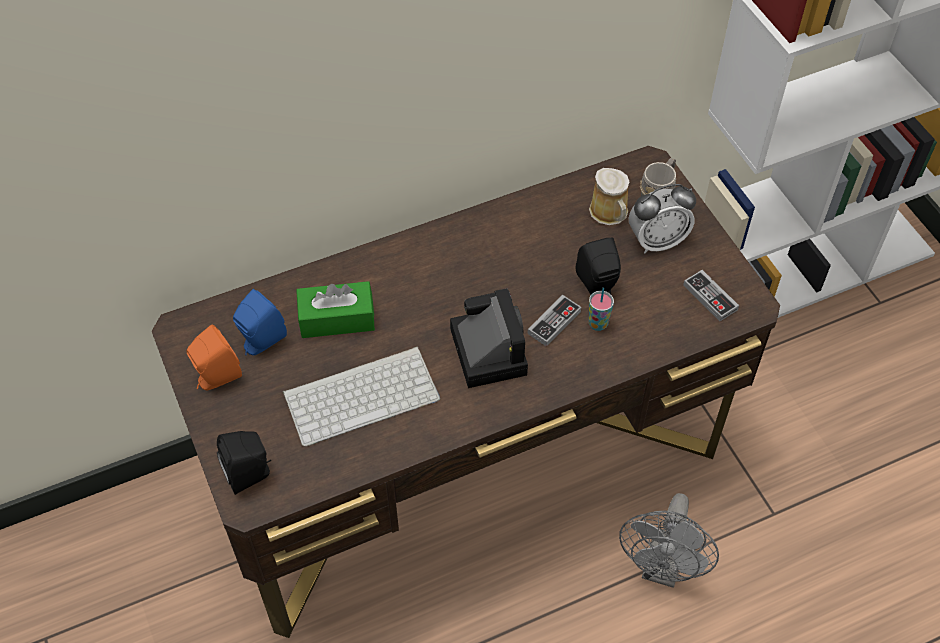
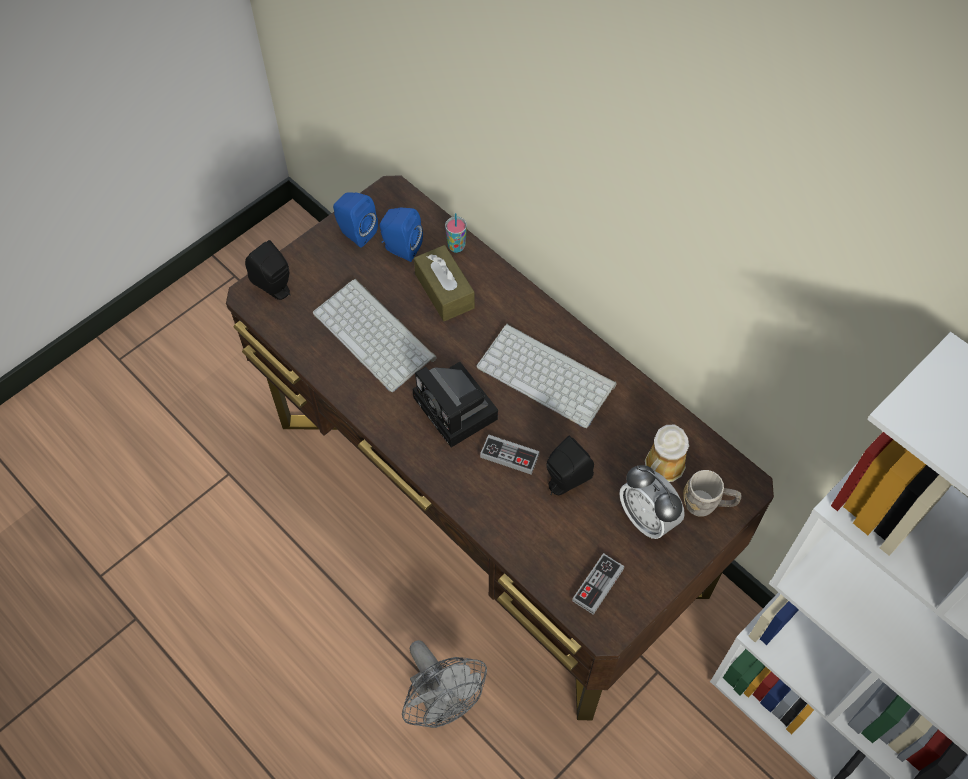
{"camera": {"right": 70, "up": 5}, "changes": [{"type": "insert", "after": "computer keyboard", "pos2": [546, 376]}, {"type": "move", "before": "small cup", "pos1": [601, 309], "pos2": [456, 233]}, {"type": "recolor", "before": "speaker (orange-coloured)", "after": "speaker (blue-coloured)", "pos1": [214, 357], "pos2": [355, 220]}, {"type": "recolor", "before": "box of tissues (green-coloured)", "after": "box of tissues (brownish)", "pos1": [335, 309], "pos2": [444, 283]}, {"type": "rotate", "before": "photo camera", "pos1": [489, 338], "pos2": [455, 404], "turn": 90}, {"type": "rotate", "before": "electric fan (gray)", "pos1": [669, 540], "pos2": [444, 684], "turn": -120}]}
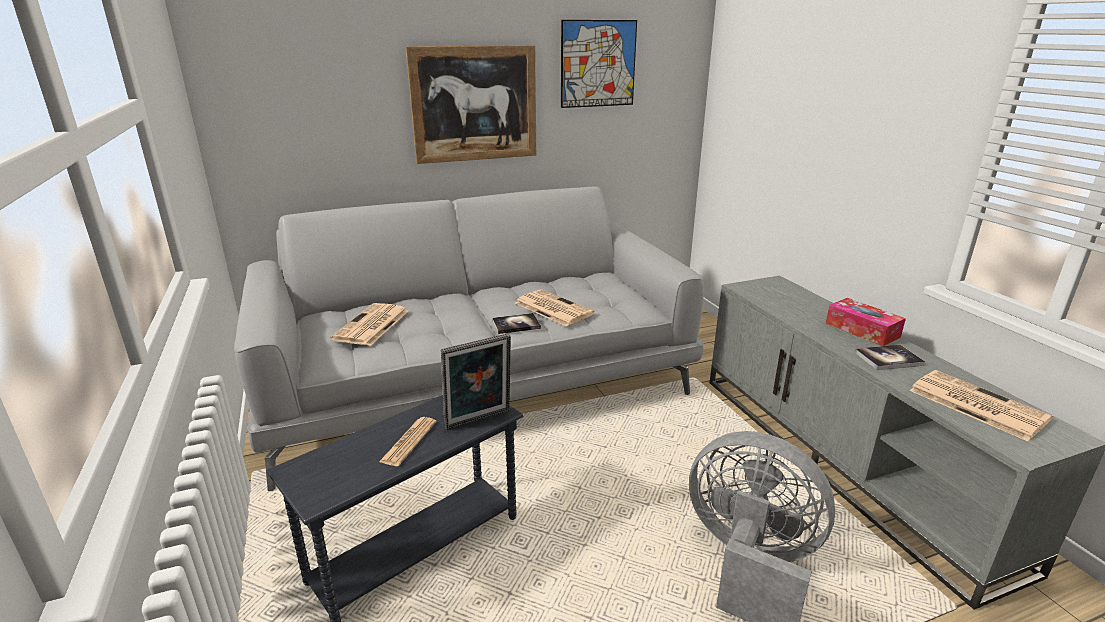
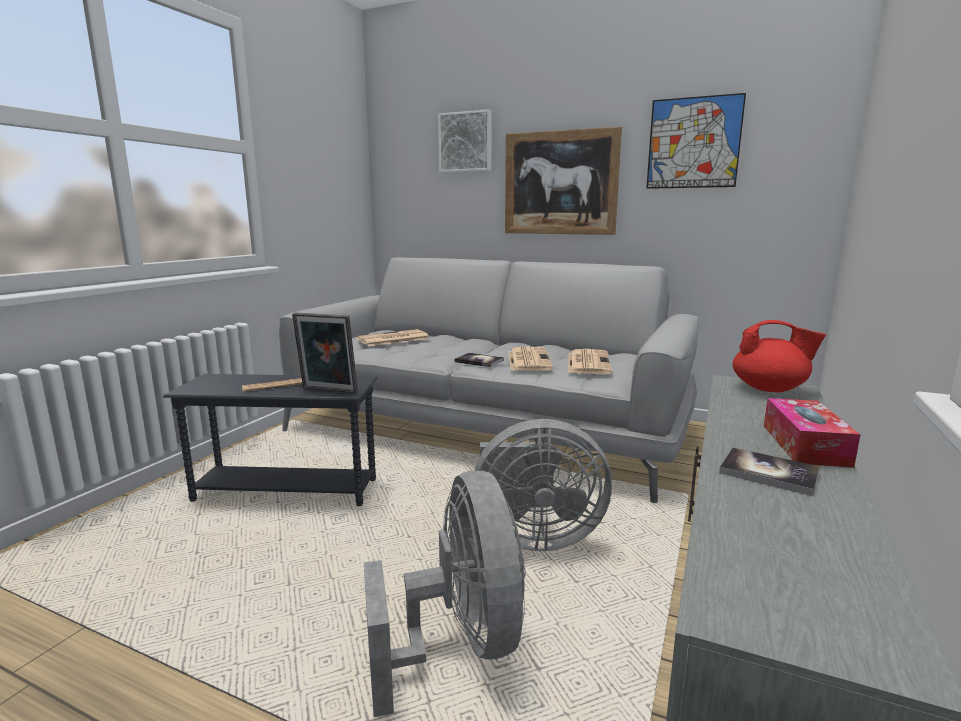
{"camera": {"right": 45, "up": -10}, "changes": [{"type": "insert", "after": "wall picture", "pos2": [465, 141]}, {"type": "insert", "after": "electric fan (gray)", "pos2": [543, 485]}, {"type": "insert", "after": "pot for tea (red)", "pos2": [779, 356]}, {"type": "move", "before": "newspaper", "pos1": [981, 405], "pos2": [590, 362]}]}
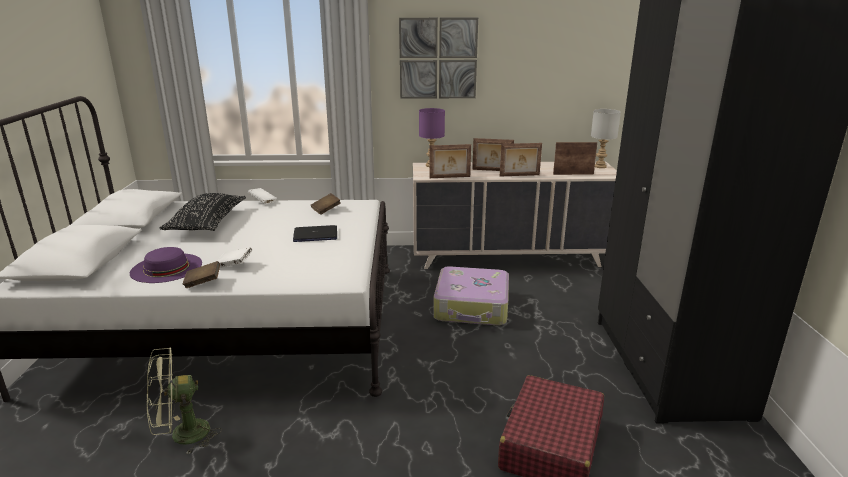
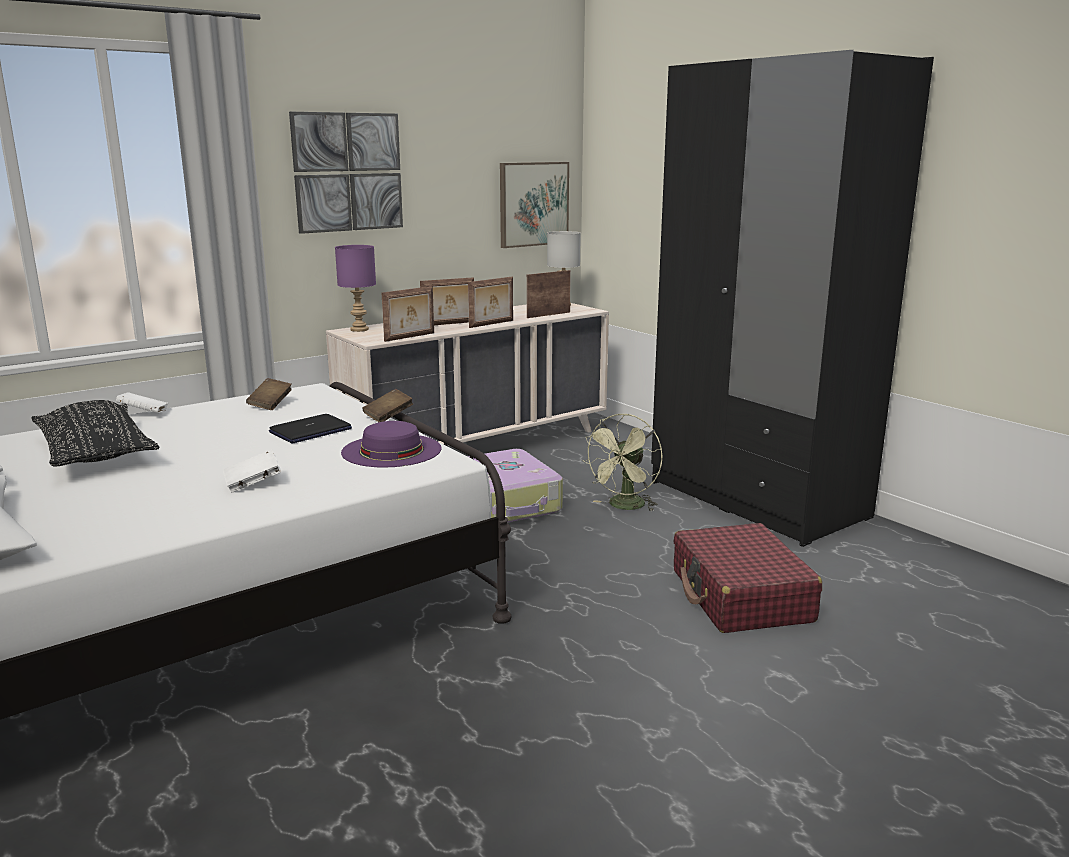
{"camera": {"right": -35, "up": -5}, "changes": [{"type": "insert", "after": "wall picture", "pos2": [534, 205]}, {"type": "move", "before": "clothing hat (purple-coloured)", "pos1": [166, 265], "pos2": [391, 444]}, {"type": "move", "before": "electric fan (green-coloured)", "pos1": [184, 400], "pos2": [622, 462]}, {"type": "move", "before": "bound book (brownish)", "pos1": [201, 274], "pos2": [387, 405]}]}
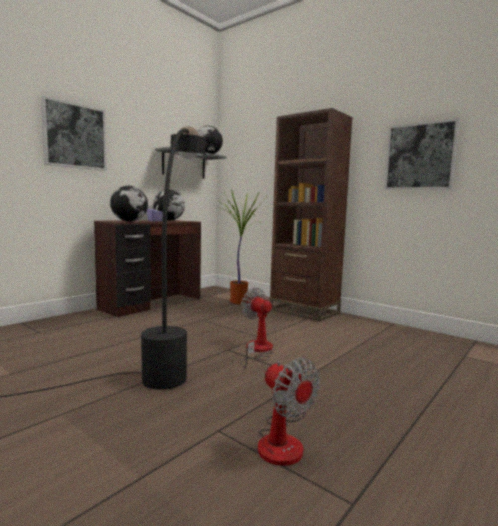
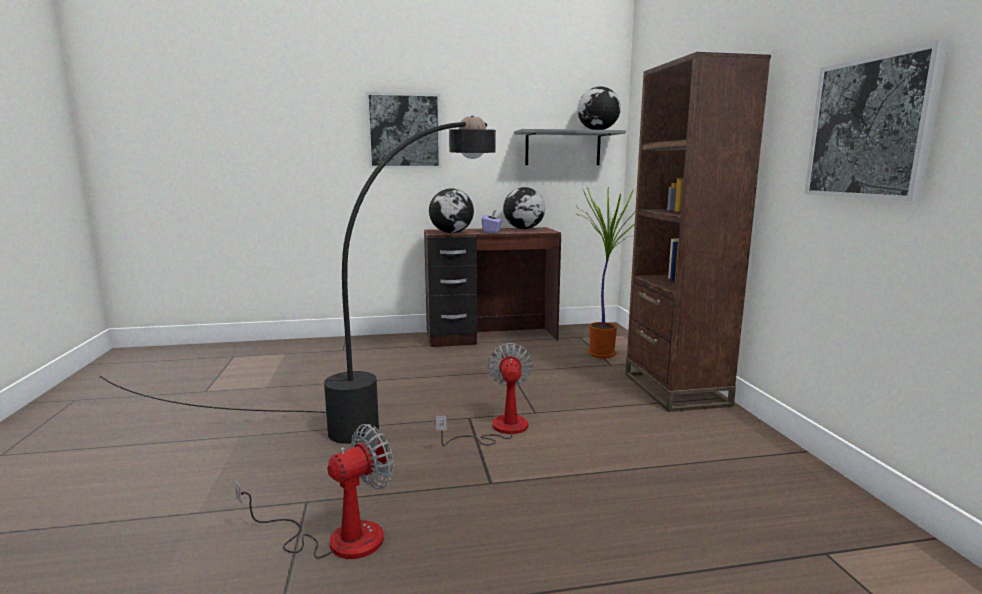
{"camera": {"right": 40, "up": 5}, "changes": [{"type": "rotate", "before": "electric fan", "pos1": [289, 412], "pos2": [314, 491], "turn": -135}]}
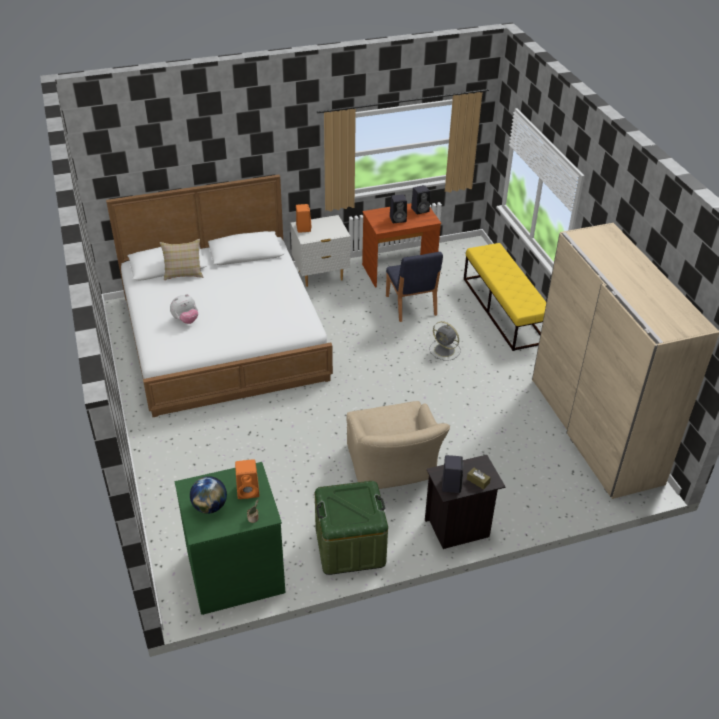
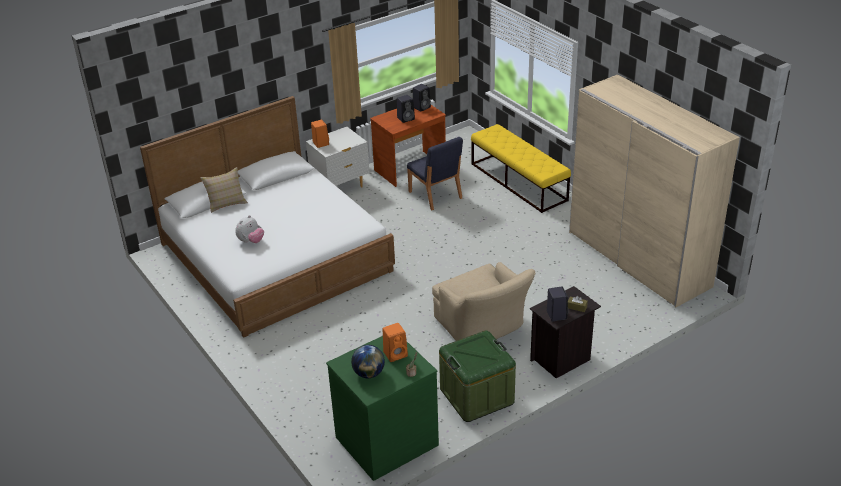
{"camera": {"right": -15, "up": -5}, "changes": [{"type": "delete", "before": "electric fan (gray)", "pos1": [445, 340]}]}
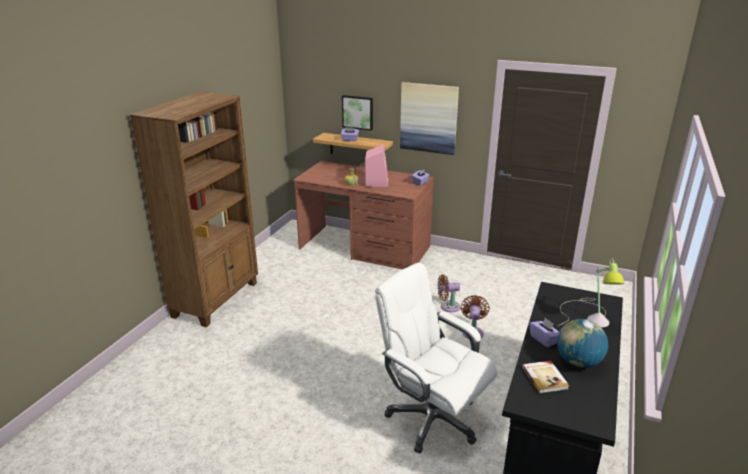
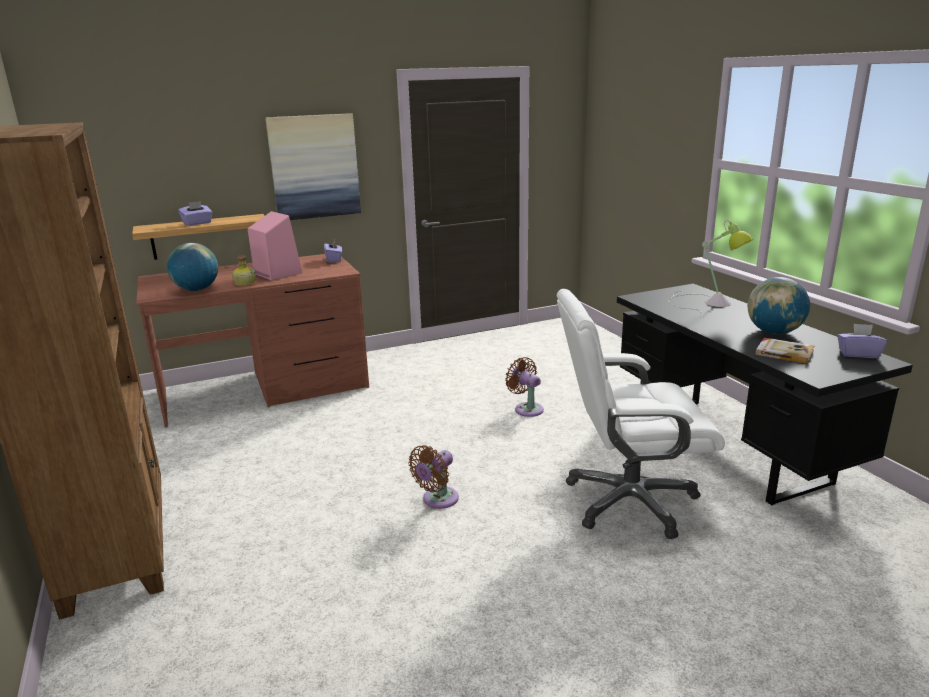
{"camera": {"right": -45, "up": -5}, "changes": [{"type": "delete", "before": "wall picture", "pos1": [357, 113]}, {"type": "insert", "after": "world globe", "pos2": [192, 267]}, {"type": "move", "before": "electric fan (brownish)", "pos1": [449, 293], "pos2": [433, 477]}, {"type": "move", "before": "box of tissues (purple-coloured)", "pos1": [544, 332], "pos2": [862, 341]}]}
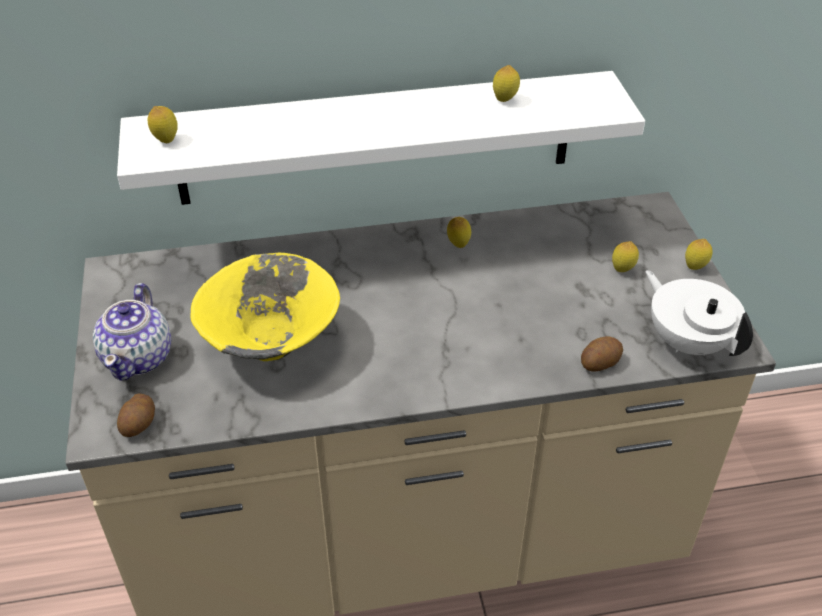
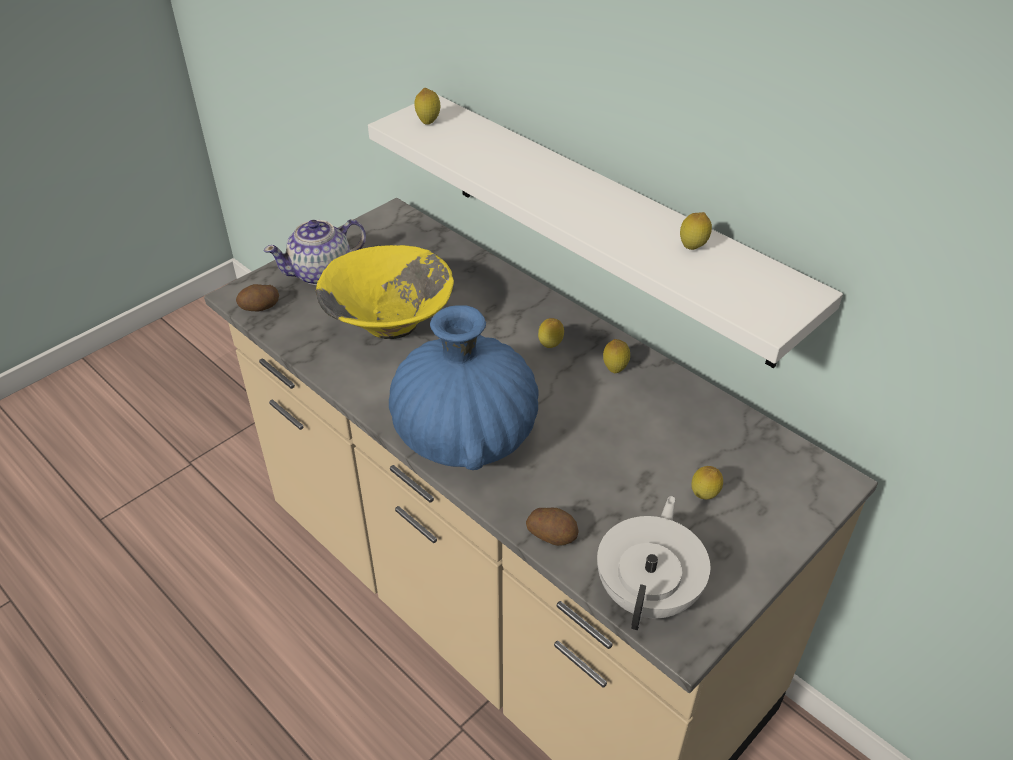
{"camera": {"right": 55, "up": 0}, "changes": [{"type": "insert", "after": "flower vase (blue-coloured)", "pos2": [464, 388]}, {"type": "move", "before": "lemon", "pos1": [699, 254], "pos2": [551, 333]}]}
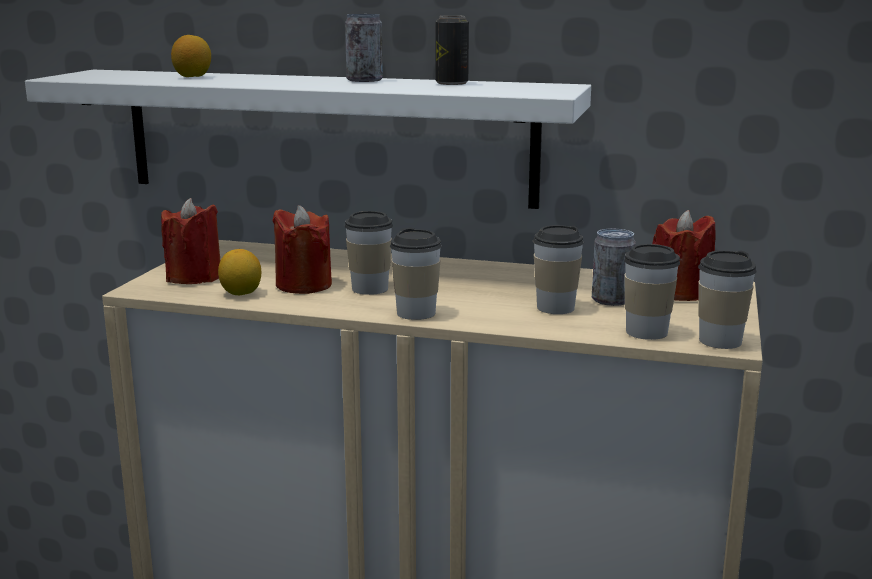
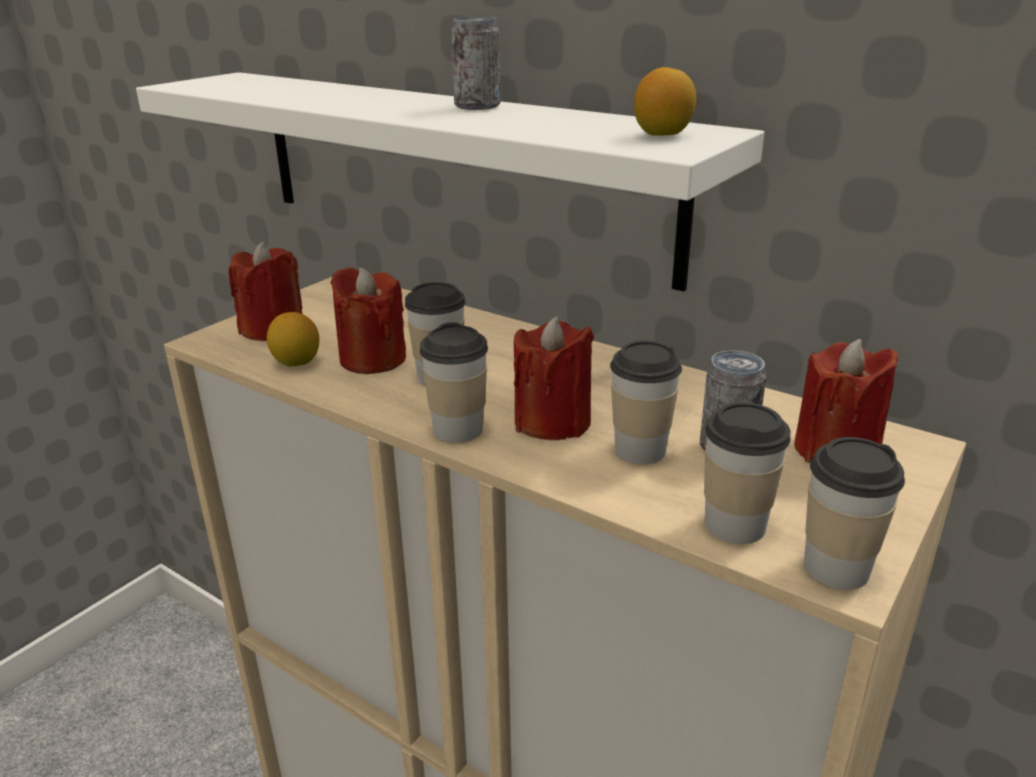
{"camera": {"right": 20, "up": 10}, "changes": [{"type": "delete", "before": "metal can", "pos1": [452, 50]}, {"type": "insert", "after": "wax candle (red)", "pos2": [554, 378]}, {"type": "move", "before": "lemon", "pos1": [191, 56], "pos2": [665, 101]}]}
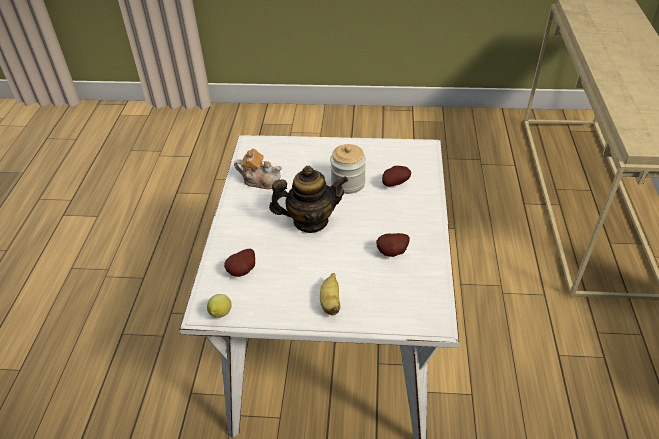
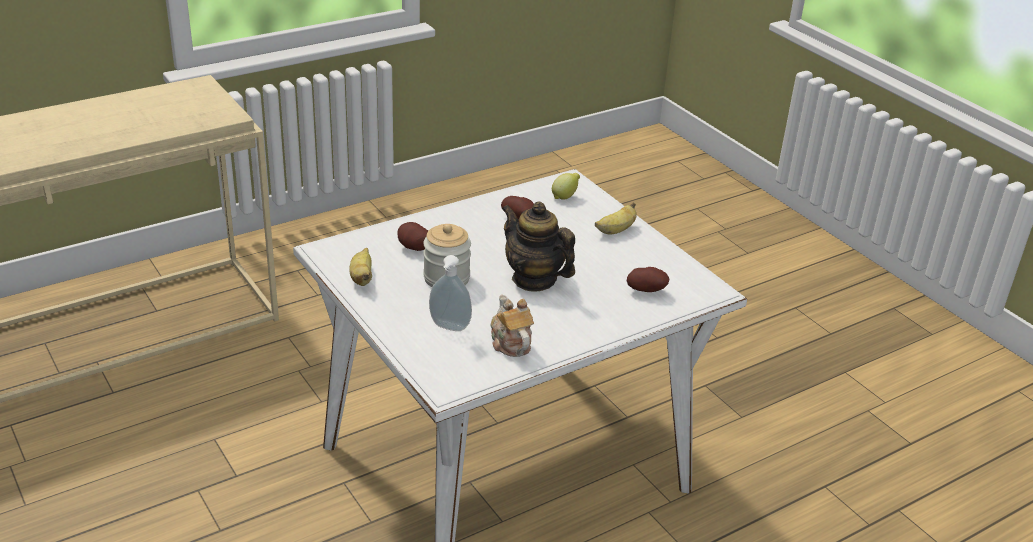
{"camera": {"right": -130, "up": -10}, "changes": [{"type": "insert", "after": "banana", "pos2": [360, 267]}, {"type": "insert", "after": "soap bottle", "pos2": [450, 293]}, {"type": "move", "before": "lemon", "pos1": [219, 306], "pos2": [566, 186]}]}
